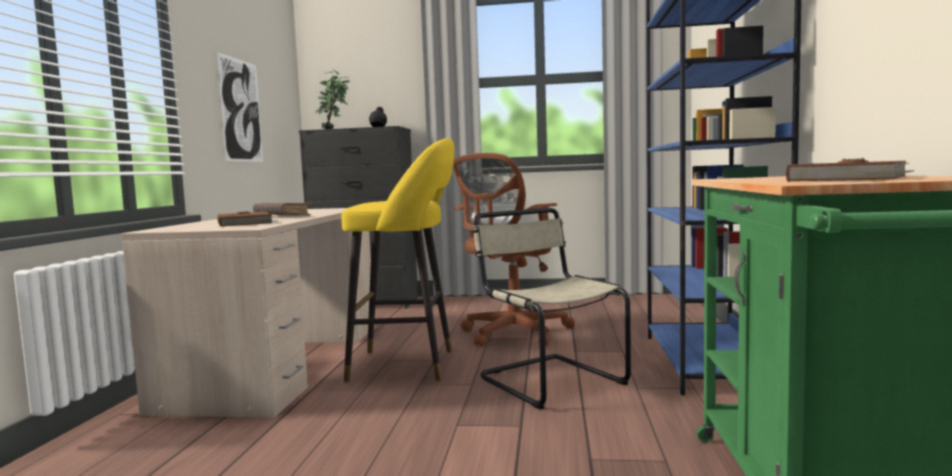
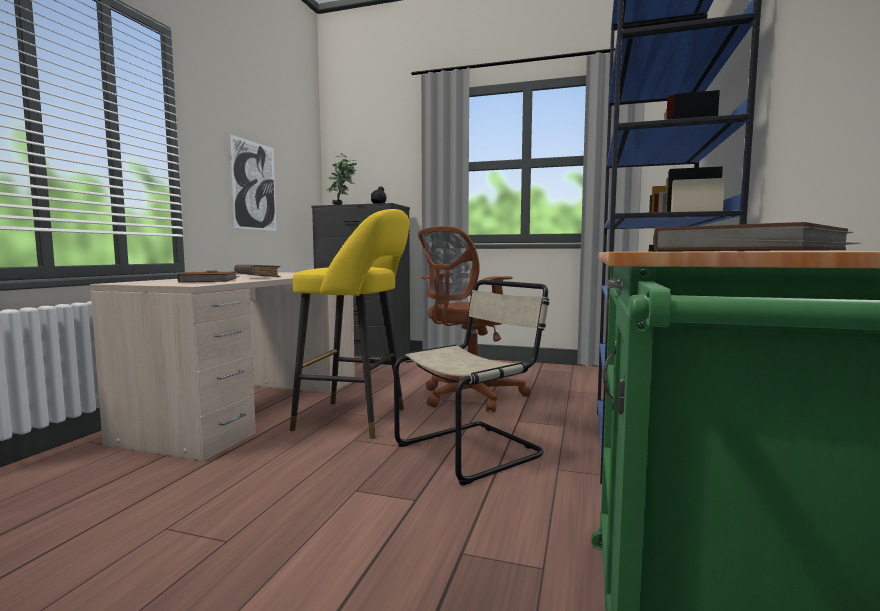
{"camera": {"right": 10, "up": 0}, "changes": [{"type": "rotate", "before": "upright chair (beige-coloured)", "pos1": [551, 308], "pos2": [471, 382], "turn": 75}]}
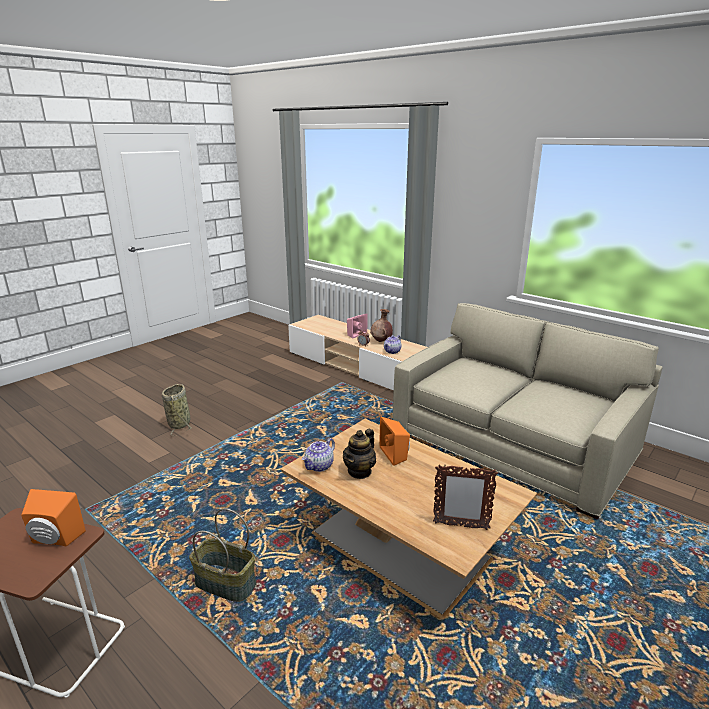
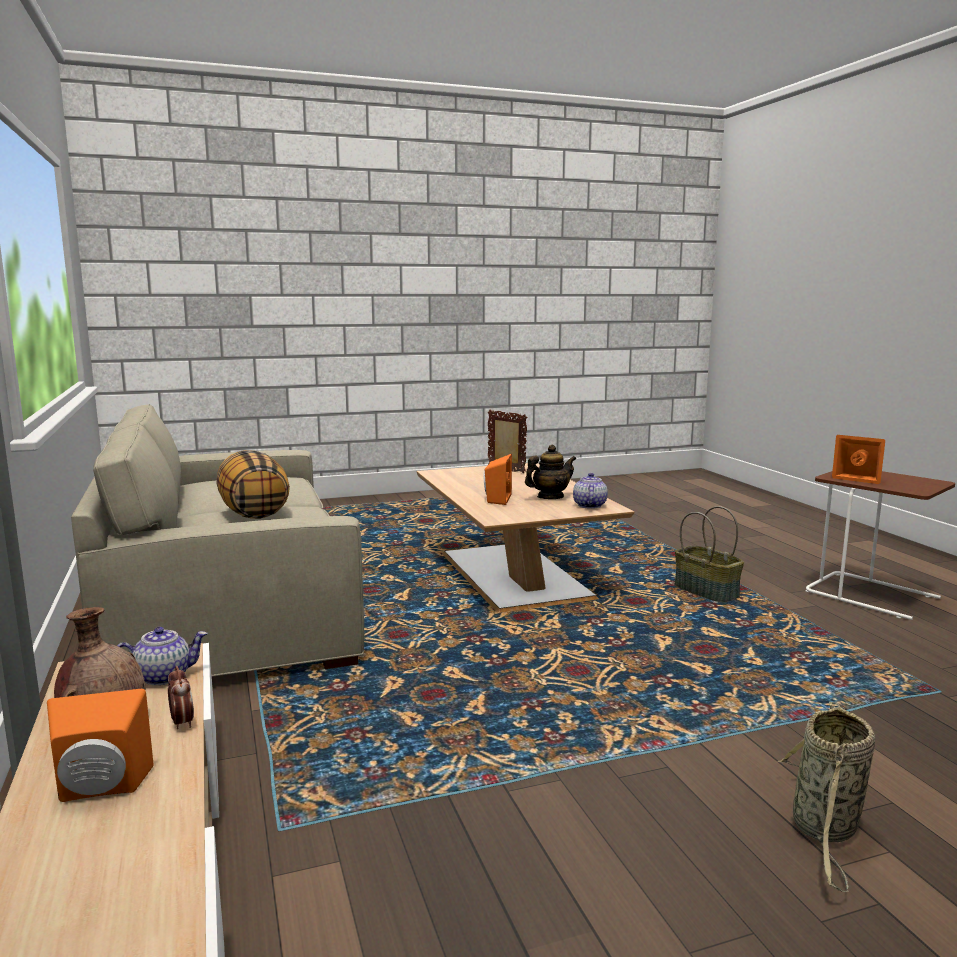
{"camera": {"right": -150, "up": -10}, "changes": [{"type": "insert", "after": "pillow", "pos2": [253, 484]}, {"type": "recolor", "before": "speaker (pink)", "after": "speaker (orange-coloured)", "pos1": [357, 326], "pos2": [100, 745]}, {"type": "rotate", "before": "pot for tea", "pos1": [318, 455], "pos2": [590, 491], "turn": -60}]}
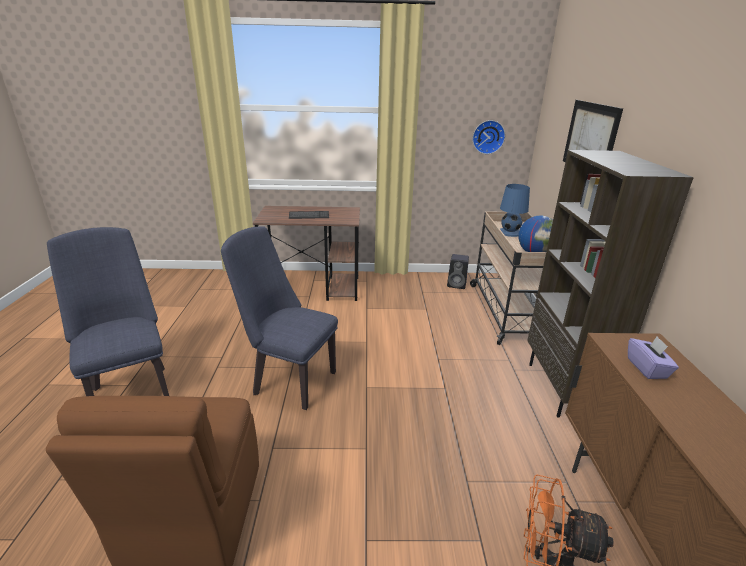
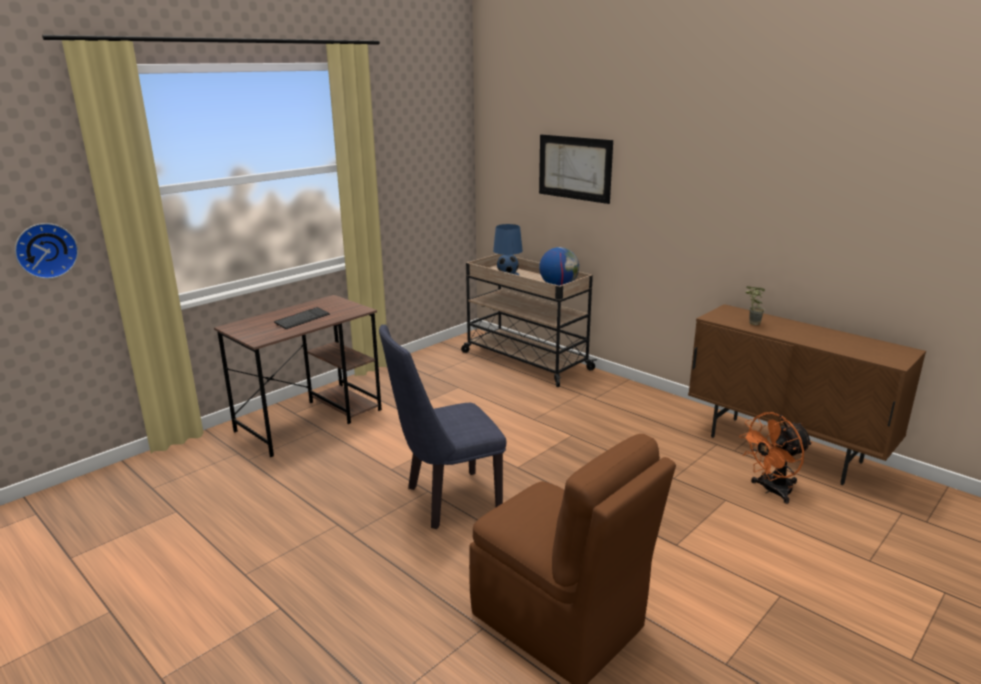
{"camera": {"right": -45, "up": -5}, "changes": [{"type": "delete", "before": "upright chair (blue-coloured)", "pos1": [108, 311]}, {"type": "delete", "before": "speaker (blackish)", "pos1": [458, 271]}, {"type": "delete", "before": "shelving unit (brownish)", "pos1": [610, 284]}, {"type": "move", "before": "clock on the wall", "pos1": [489, 137], "pos2": [46, 251]}, {"type": "replace", "before": "box of tissues (purple-coloured)", "after": "houseplant", "pos1": [653, 357], "pos2": [755, 305]}]}
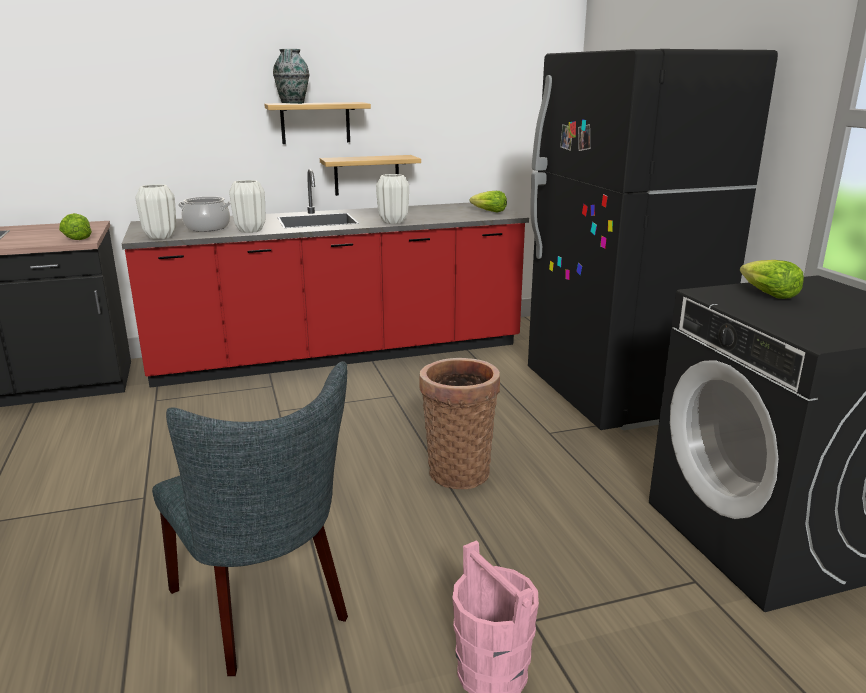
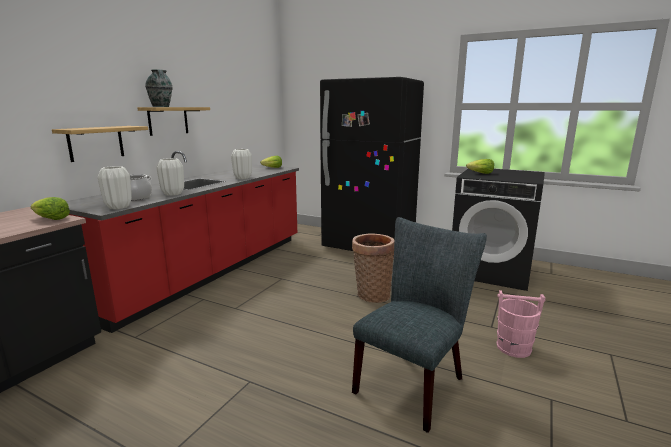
{"camera": {"right": -45, "up": -5}, "changes": [{"type": "move", "before": "wall shelf", "pos1": [370, 175], "pos2": [100, 144]}, {"type": "rotate", "before": "upright chair (gray)", "pos1": [250, 518], "pos2": [419, 325], "turn": -60}]}
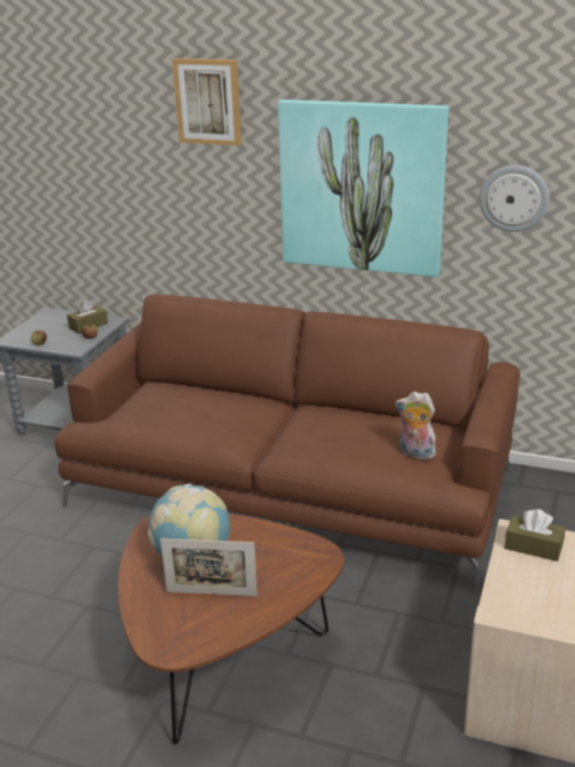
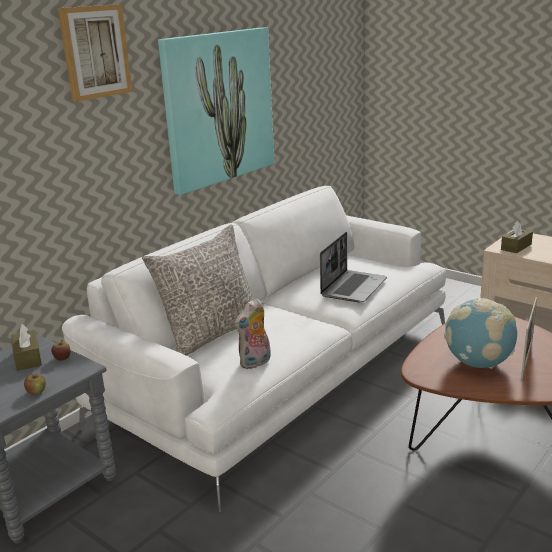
{"camera": {"right": -70, "up": -5}, "changes": [{"type": "delete", "before": "clock on the wall", "pos1": [514, 198]}, {"type": "insert", "after": "pillow (gray)", "pos2": [197, 290]}, {"type": "insert", "after": "notebook computer", "pos2": [353, 267]}, {"type": "move", "before": "soft toy", "pos1": [415, 425], "pos2": [252, 333]}, {"type": "recolor", "before": "settee (brownish)", "after": "settee (whitish)", "pos1": [287, 443], "pos2": [254, 349]}]}
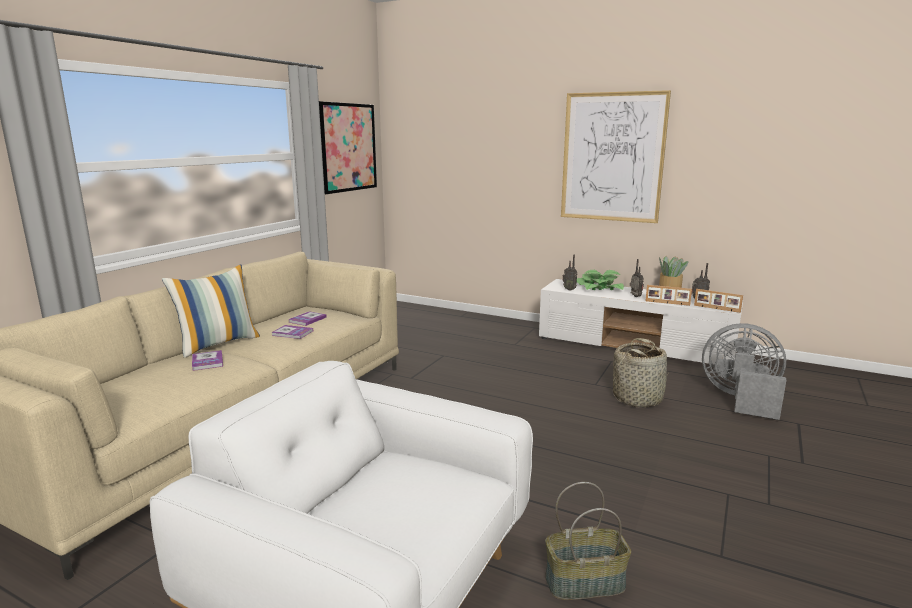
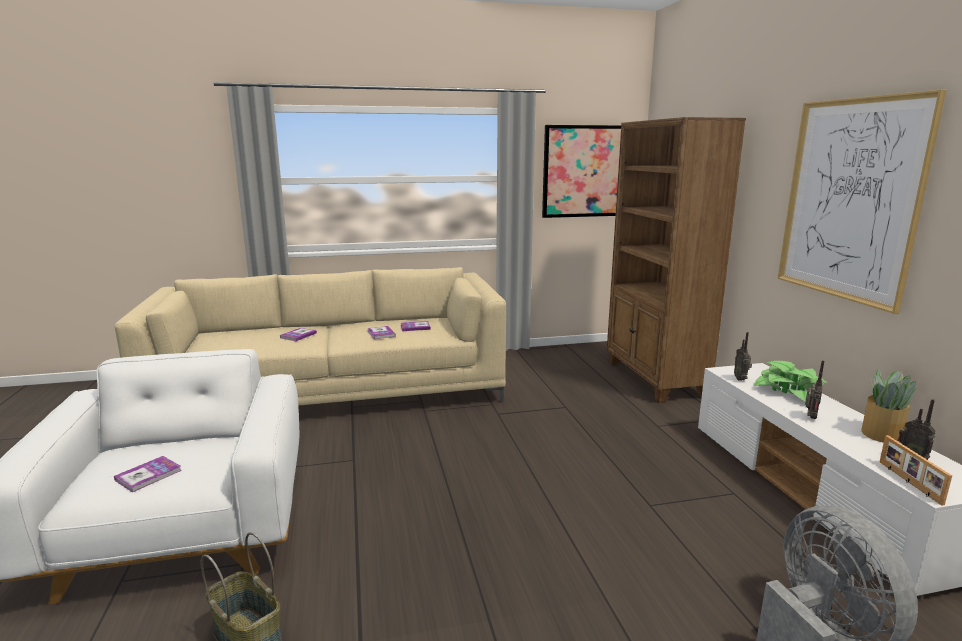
{"camera": {"right": 50, "up": 0}, "changes": [{"type": "delete", "before": "pillow", "pos1": [211, 311]}, {"type": "delete", "before": "storage basket", "pos1": [641, 373]}, {"type": "delete", "before": "photo frame", "pos1": [669, 295]}, {"type": "insert", "after": "bound book", "pos2": [148, 474]}, {"type": "insert", "after": "shelving unit (brownish)", "pos2": [676, 260]}]}
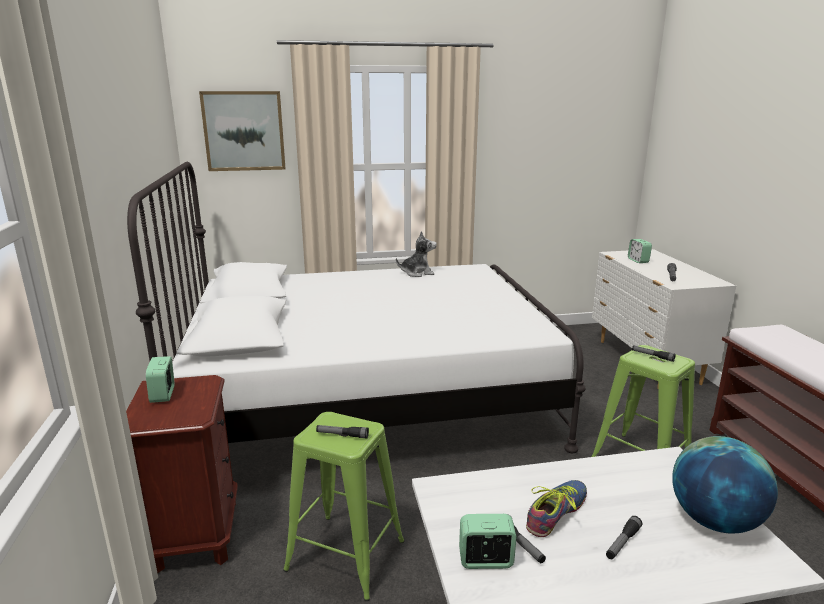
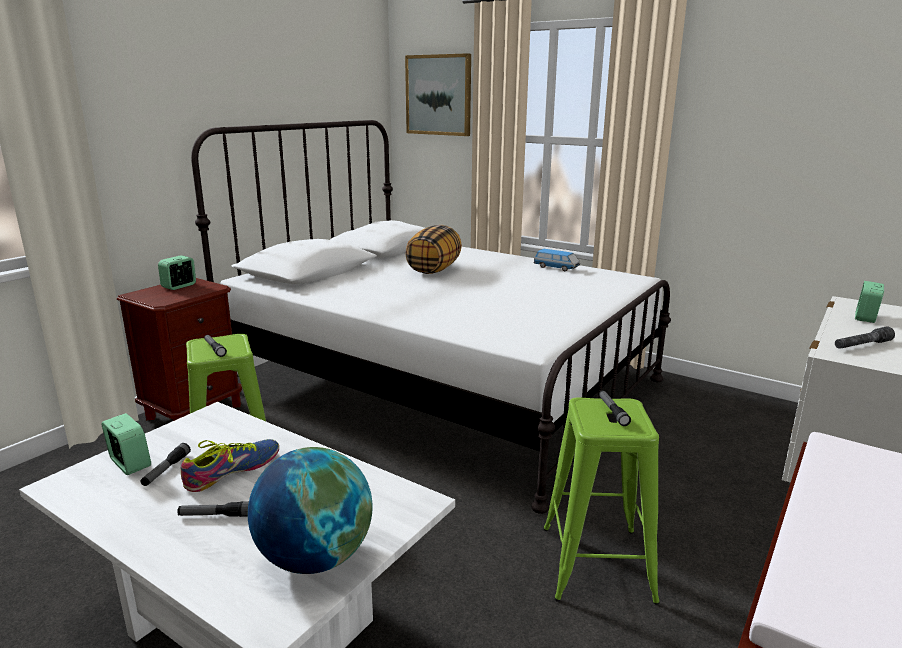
{"camera": {"right": 45, "up": 0}, "changes": [{"type": "insert", "after": "pillow", "pos2": [433, 249]}, {"type": "replace", "before": "soft toy", "after": "miniature car", "pos1": [416, 254], "pos2": [556, 260]}, {"type": "rotate", "before": "item of footwear", "pos1": [556, 508], "pos2": [230, 465], "turn": -45}]}
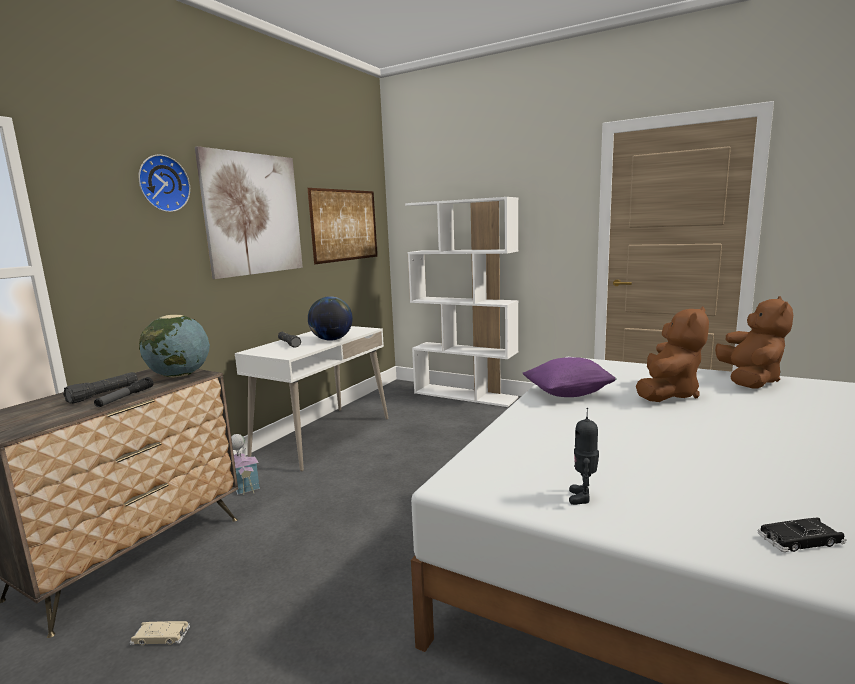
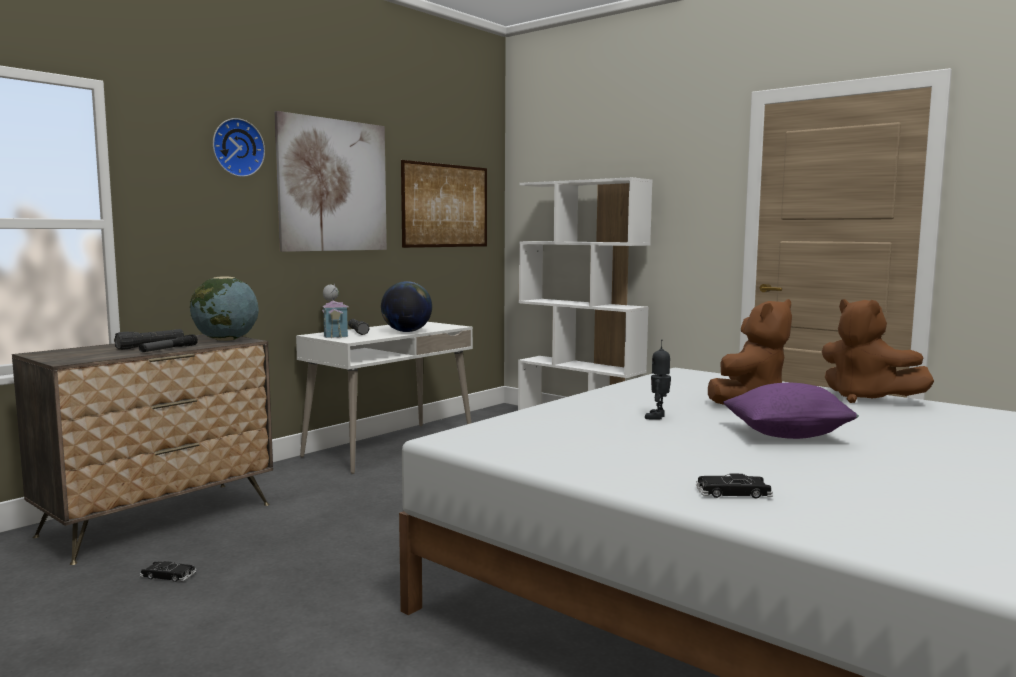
{"camera": {"right": 10, "up": -5}, "changes": [{"type": "move", "before": "toy house", "pos1": [245, 464], "pos2": [335, 311]}, {"type": "move", "before": "pillow (purple-coloured)", "pos1": [569, 377], "pos2": [791, 411]}, {"type": "move", "before": "toy robot", "pos1": [584, 456], "pos2": [658, 380]}, {"type": "recolor", "before": "miniature car (beige-coloured)", "after": "miniature car (blackish)", "pos1": [160, 633], "pos2": [168, 571]}, {"type": "rotate", "before": "soft toy (brownish)", "pos1": [754, 342], "pos2": [878, 351], "turn": 120}]}
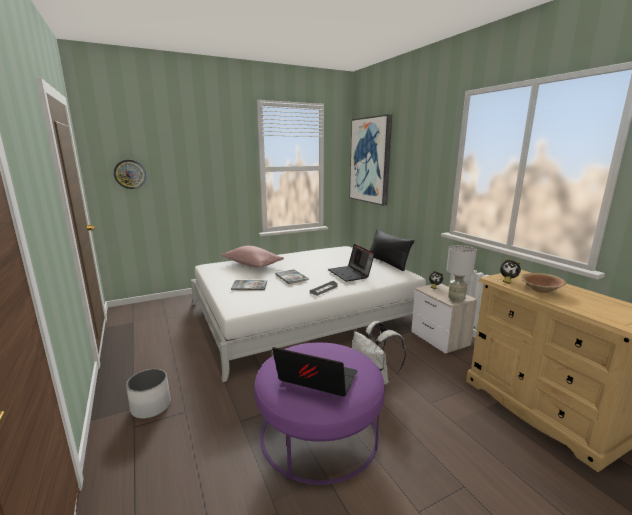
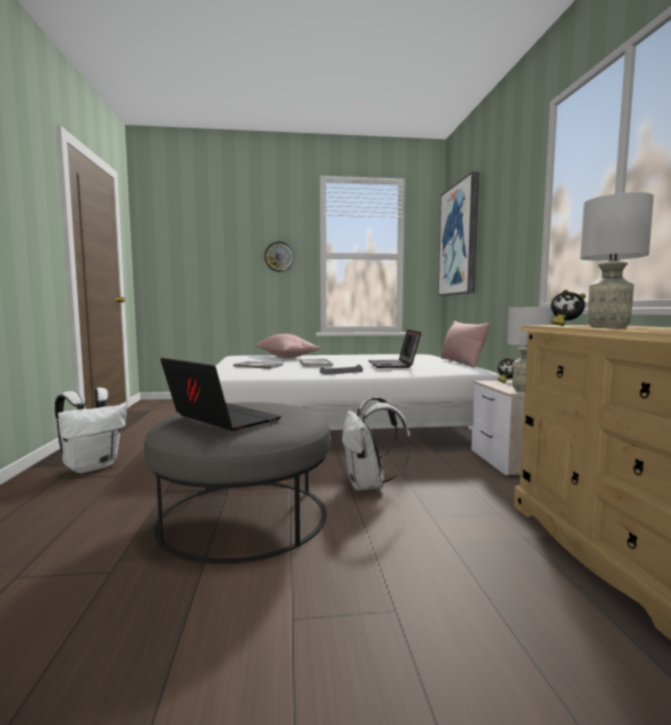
{"camera": {"right": 20, "up": -10}, "changes": [{"type": "move", "before": "clock on the wall", "pos1": [130, 174], "pos2": [279, 257]}, {"type": "replace", "before": "flower pot (whitish)", "after": "backpack (whitish)", "pos1": [148, 394], "pos2": [91, 430]}, {"type": "replace", "before": "bowl (brownish)", "after": "table lamp (gray)", "pos1": [543, 283], "pos2": [617, 260]}, {"type": "recolor", "before": "pouffe (purple-coloured)", "after": "pouffe (gray)", "pos1": [319, 414], "pos2": [237, 483]}, {"type": "recolor", "before": "pillow (blackish)", "after": "pillow (pink)", "pos1": [392, 250], "pos2": [466, 344]}]}
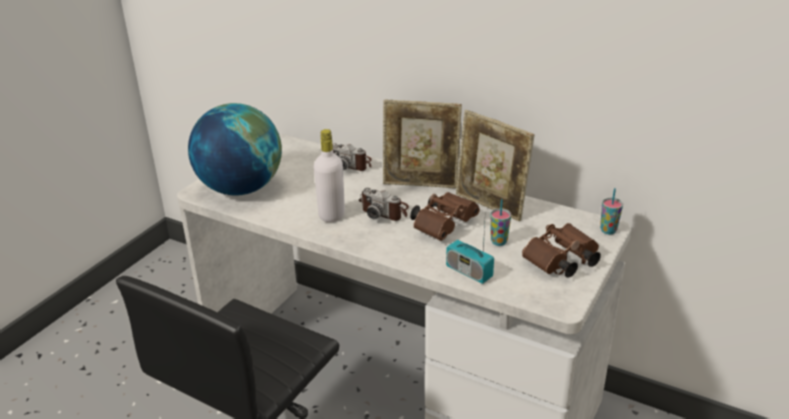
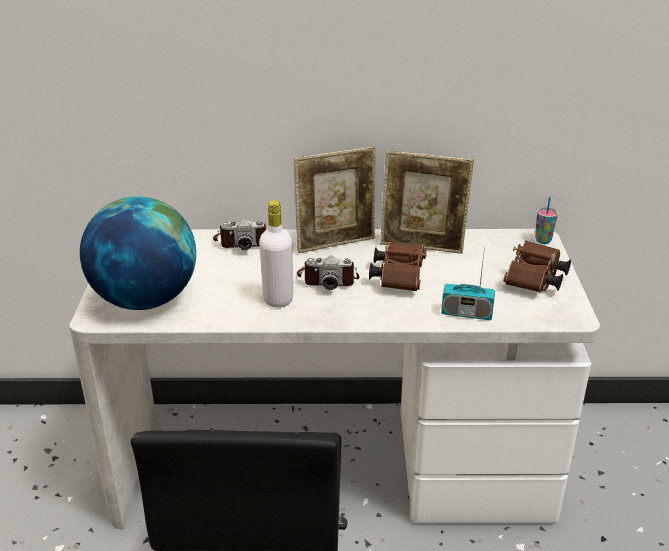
{"camera": {"right": -30, "up": 0}, "changes": [{"type": "delete", "before": "small cup", "pos1": [500, 222]}]}
